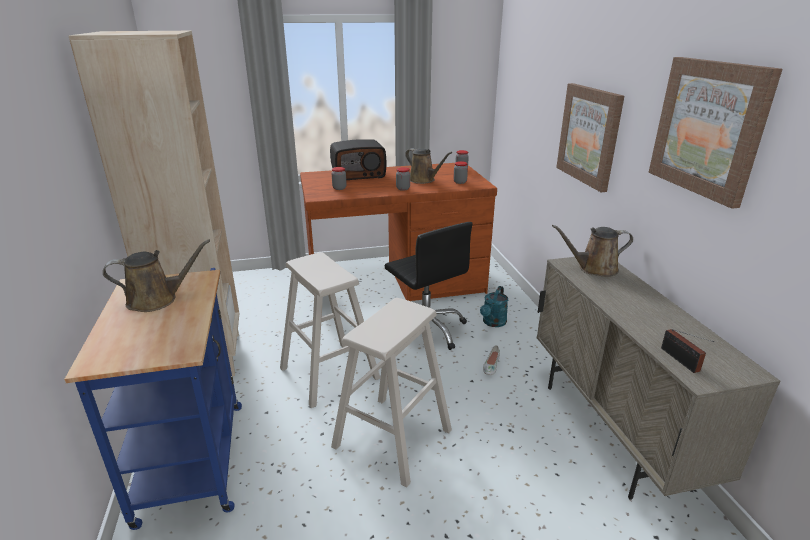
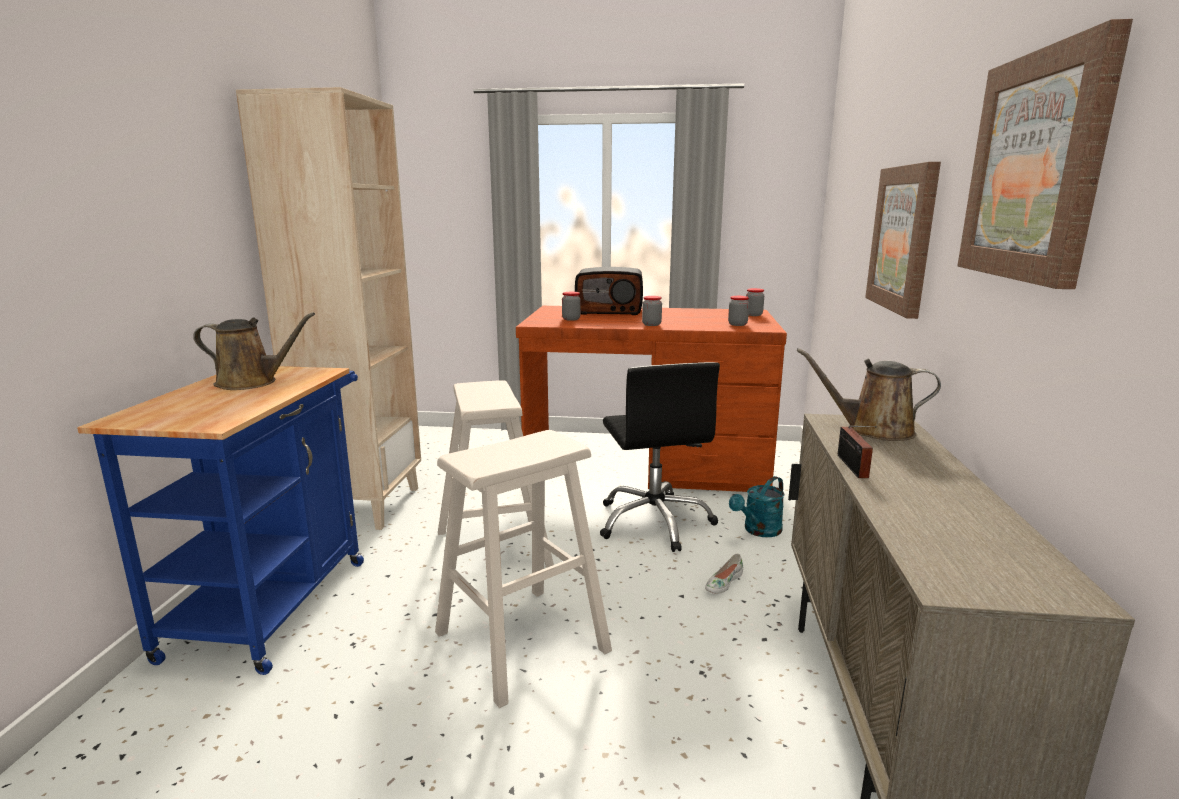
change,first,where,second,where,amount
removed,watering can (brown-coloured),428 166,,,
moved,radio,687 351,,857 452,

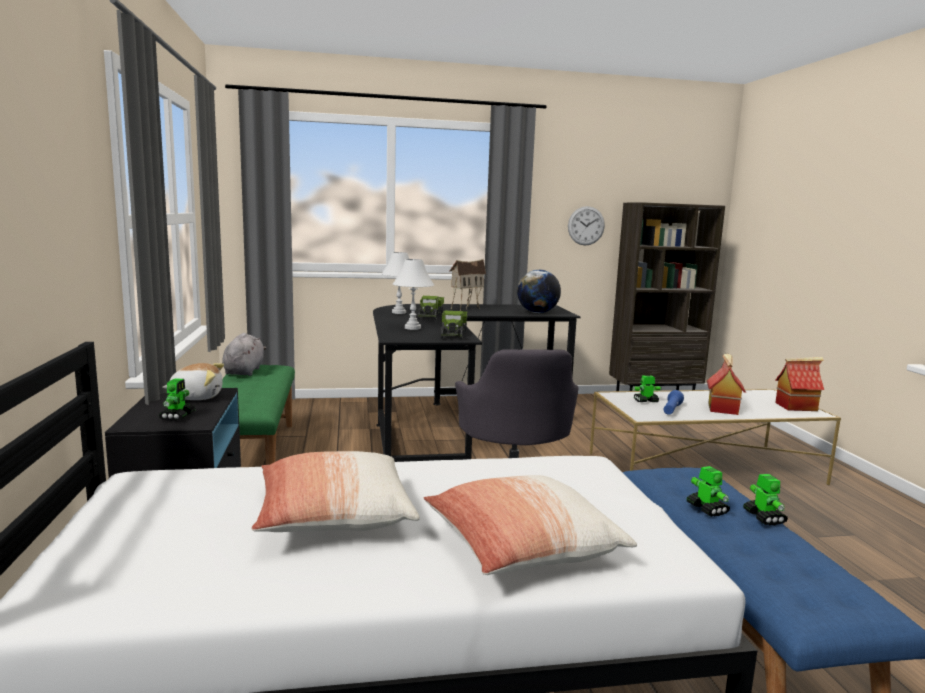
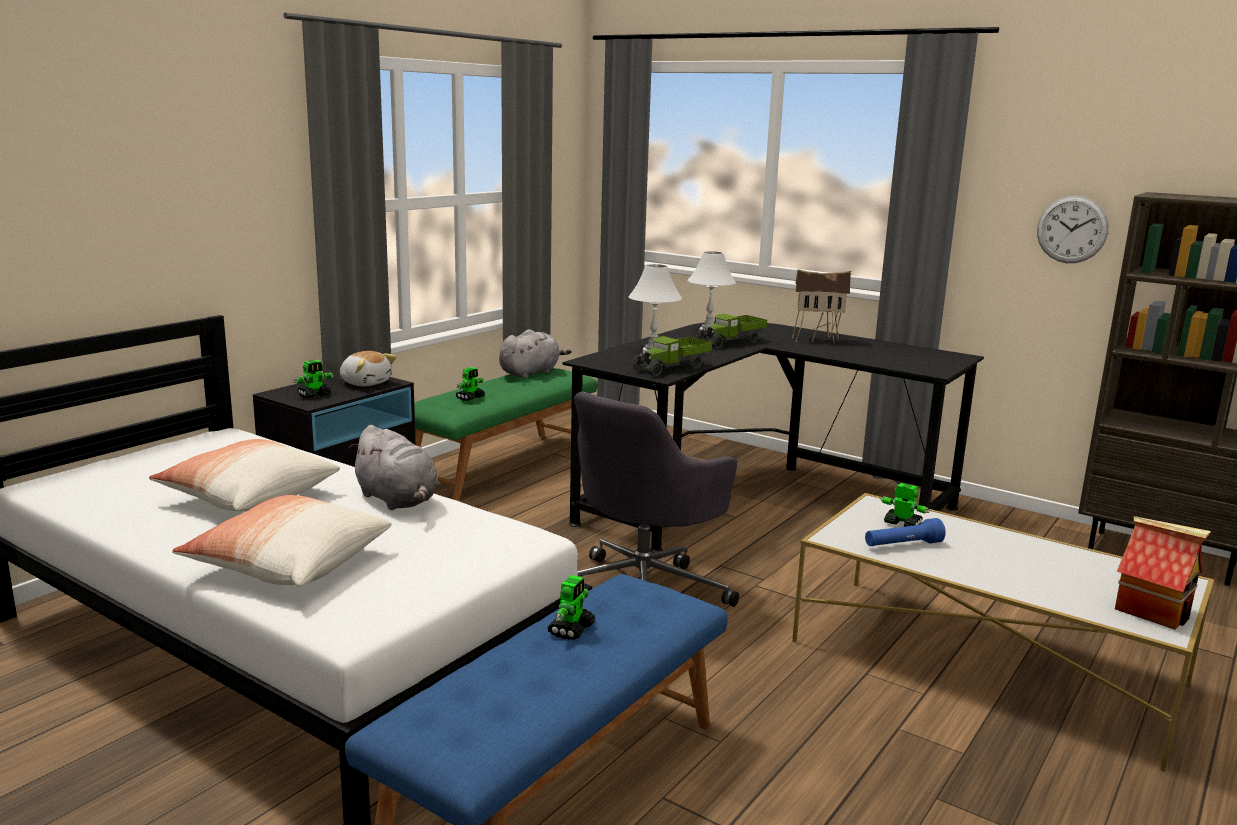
change,first,where,second,where,amount
removed,world globe,539 291,,,
removed,model house,726 384,,,
added,,,cuddly toy (grey),394 467,
moved,toy robot,765 499,,470 384,

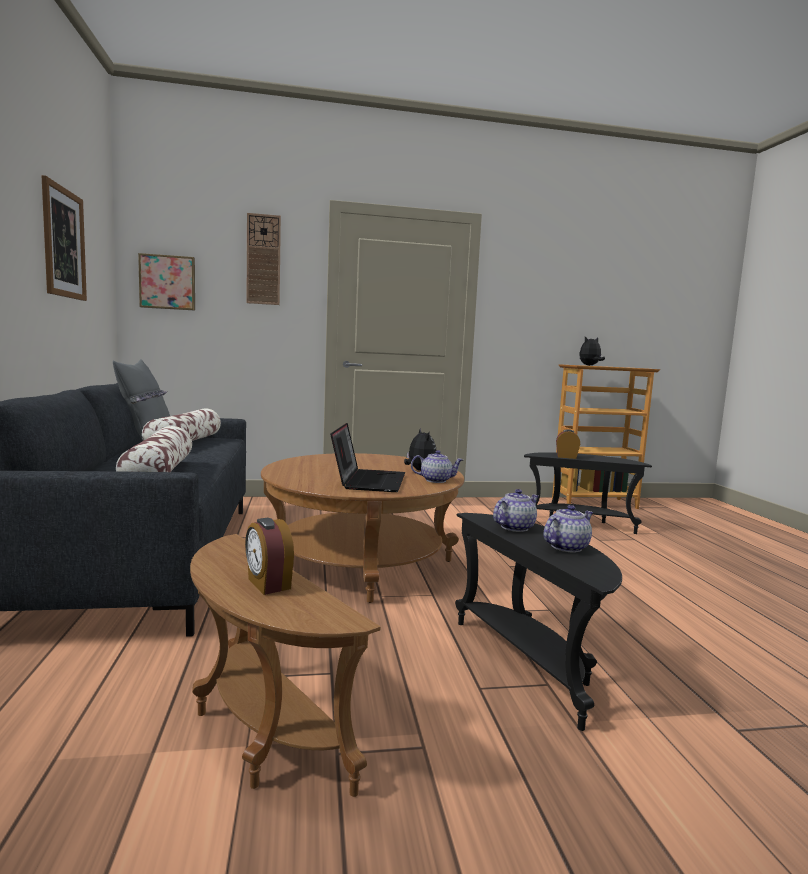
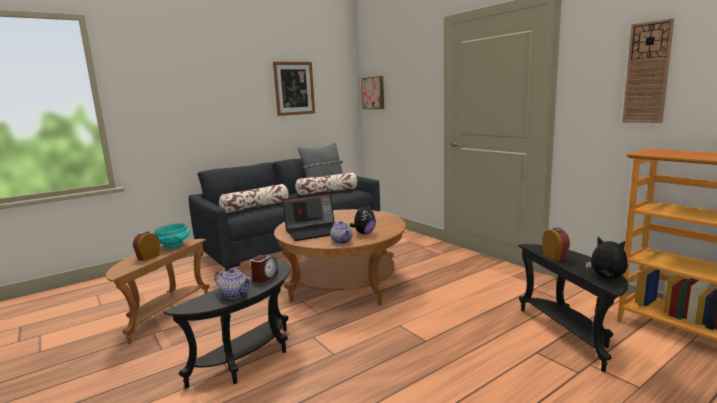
change,first,where,second,where,amount
added,,,serving bowl (turquoise),172 236,
moved,hanging clock,264 259,,648 70,
moved,cuddly toy,592 351,,607 258,
replaced,teapot,516 510,alarm clock,264 269,

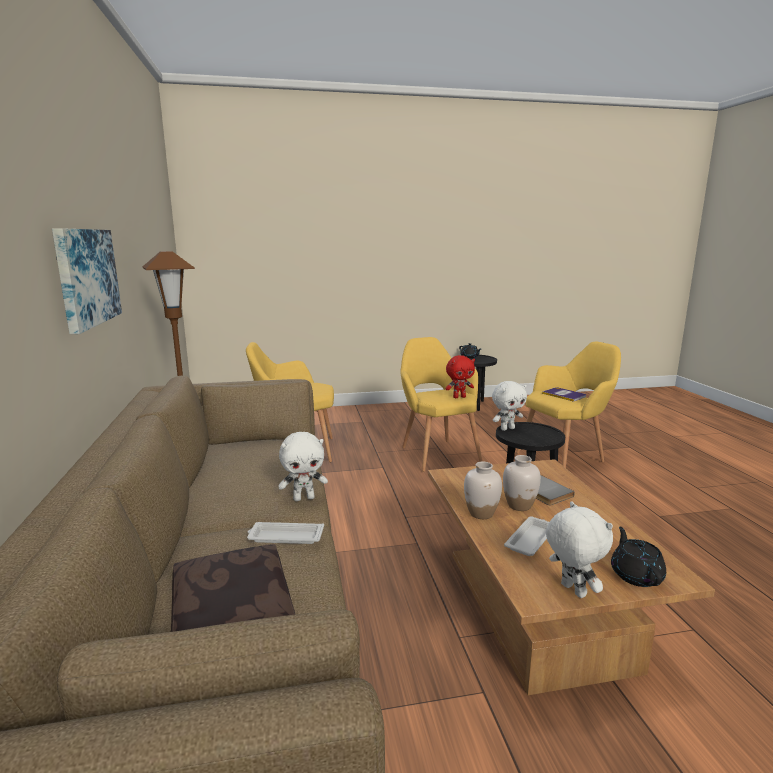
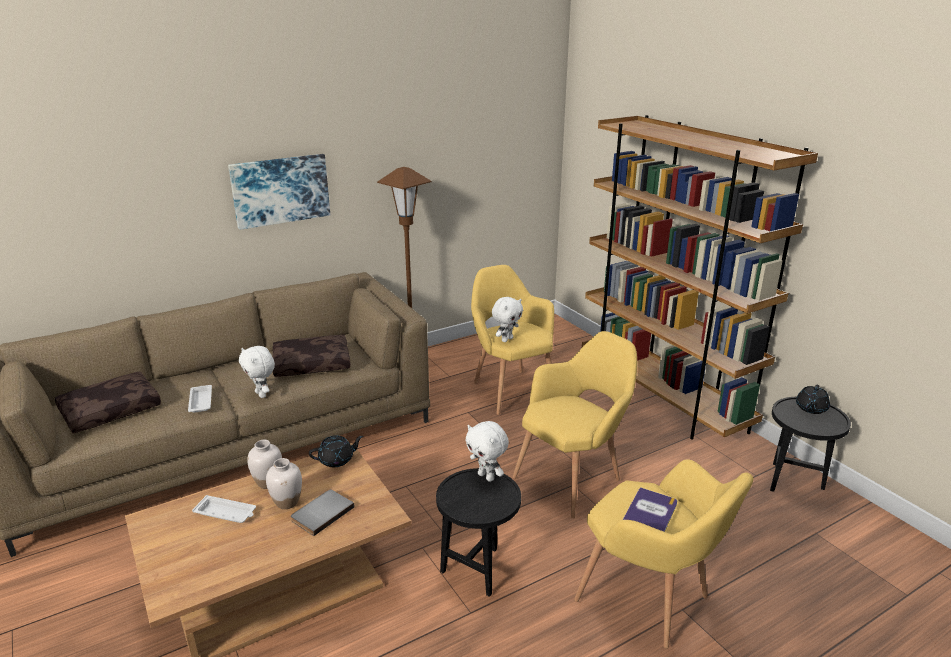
change,first,where,second,where,amount
removed,cuddly toy (red),460 376,,,
added,,,throw pillow (brown-coloured),312 356,
added,,,shelving unit (brown-coloured),700 277,
moved,cuddly toy (white-coloured),579 549,,507 319,
moved,teapot (black),638 556,,336 451,

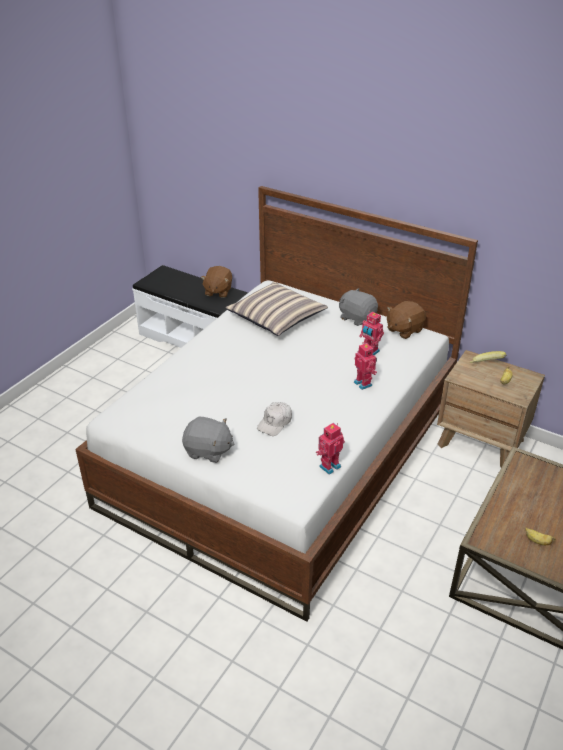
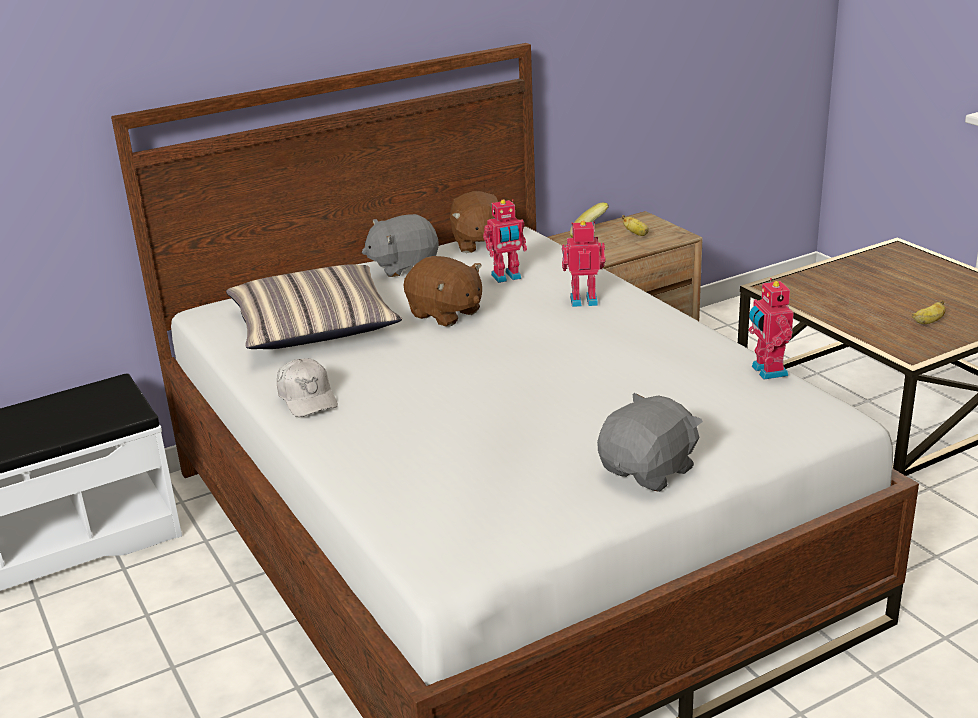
change,first,where,second,where,amount
moved,cuddly toy (brown-coloured),216 282,,443 291,
moved,cap (white-coloured),274 419,,307 387,

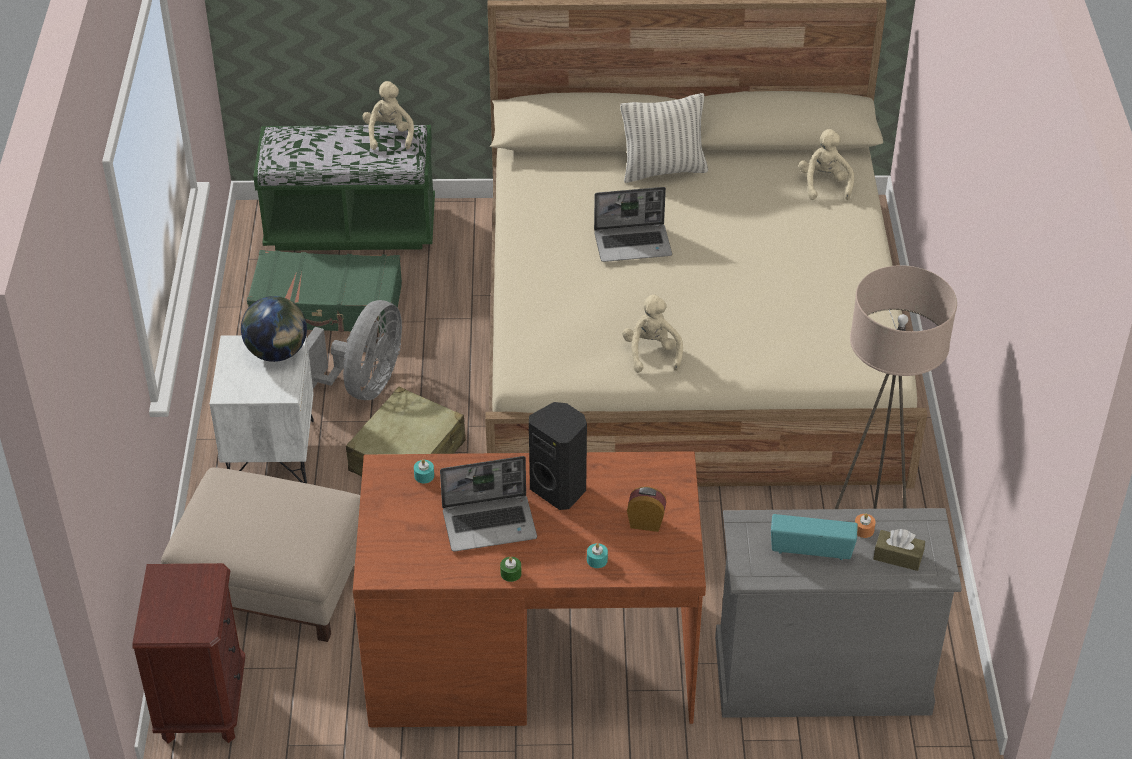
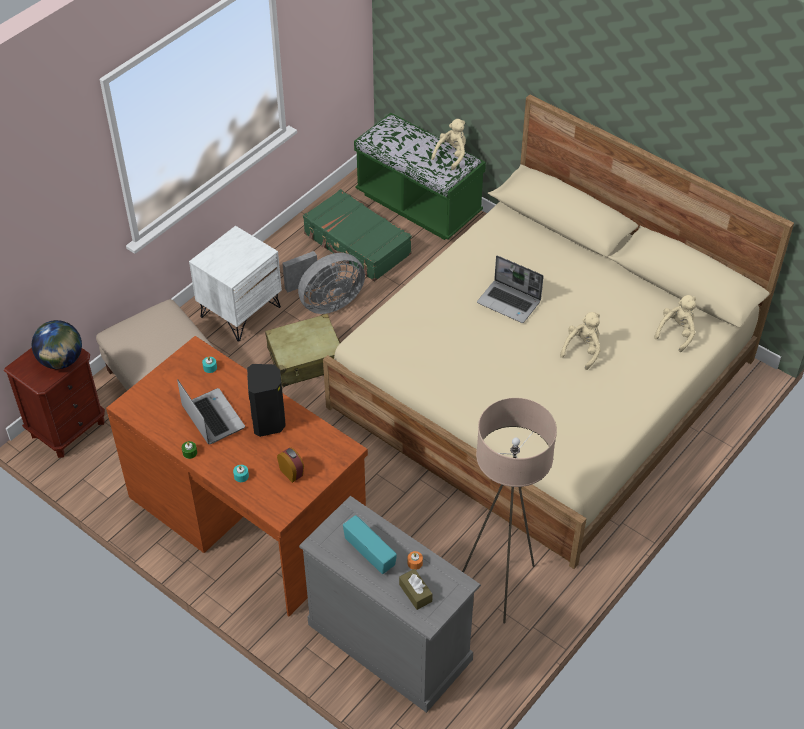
change,first,where,second,where,amount
removed,throw pillow,664 138,,,
moved,world globe,274 329,,57 344,
moved,cuddly toy (sand-coloured),652 333,,580 341,
turned,portable computer,488 504,,211 412,150 degrees counterclockwise

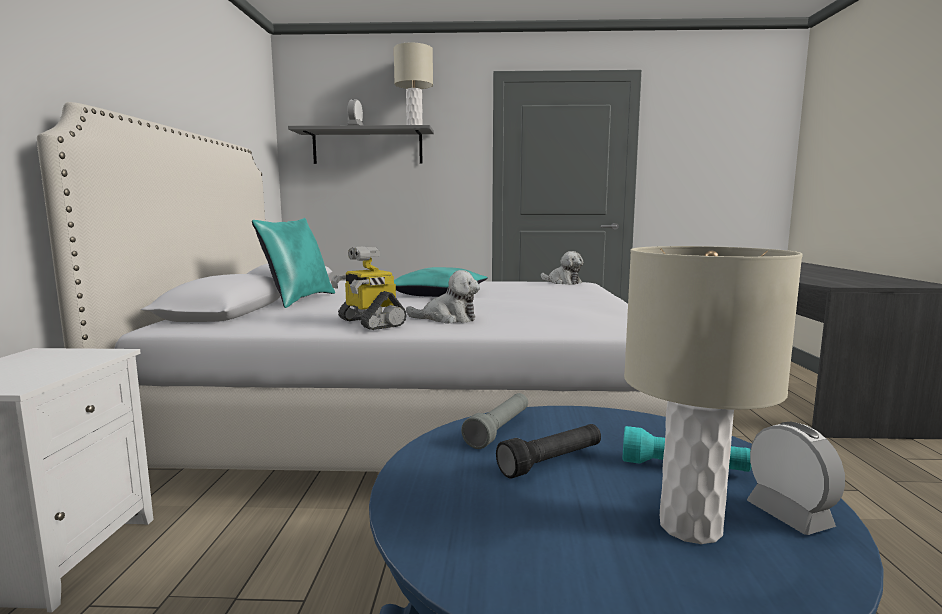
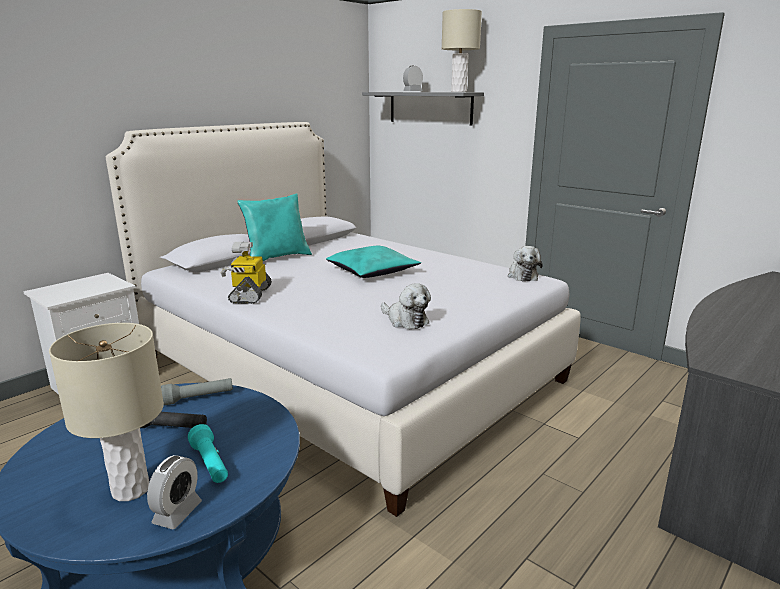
change,first,where,second,where,amount
moved,cuddly toy,443 297,,406 306,

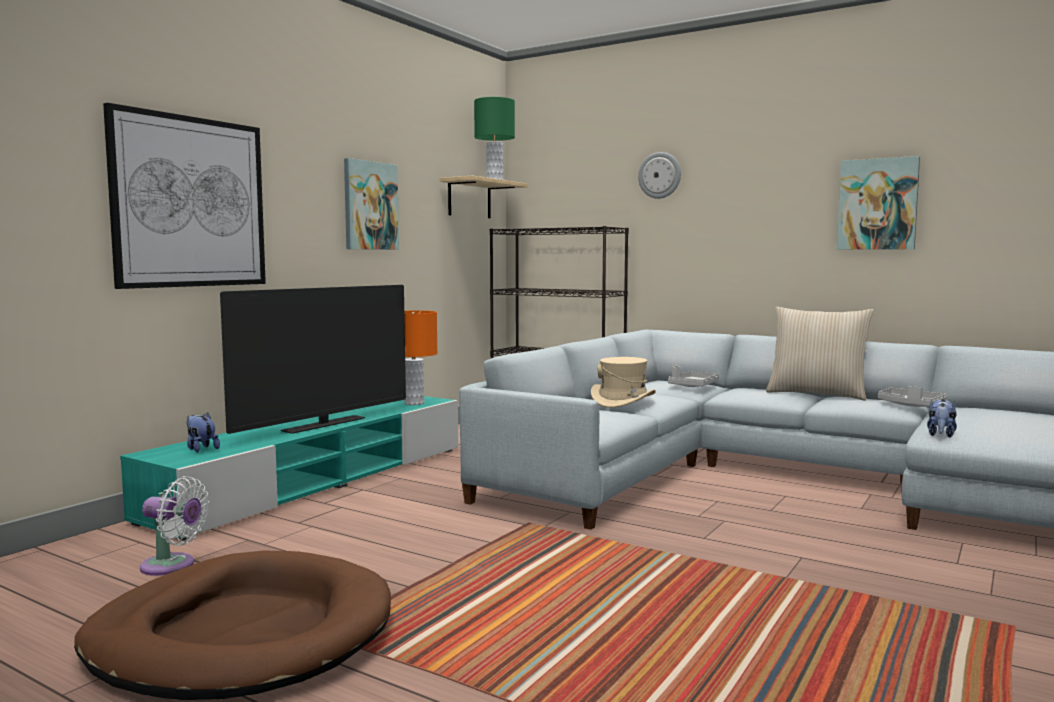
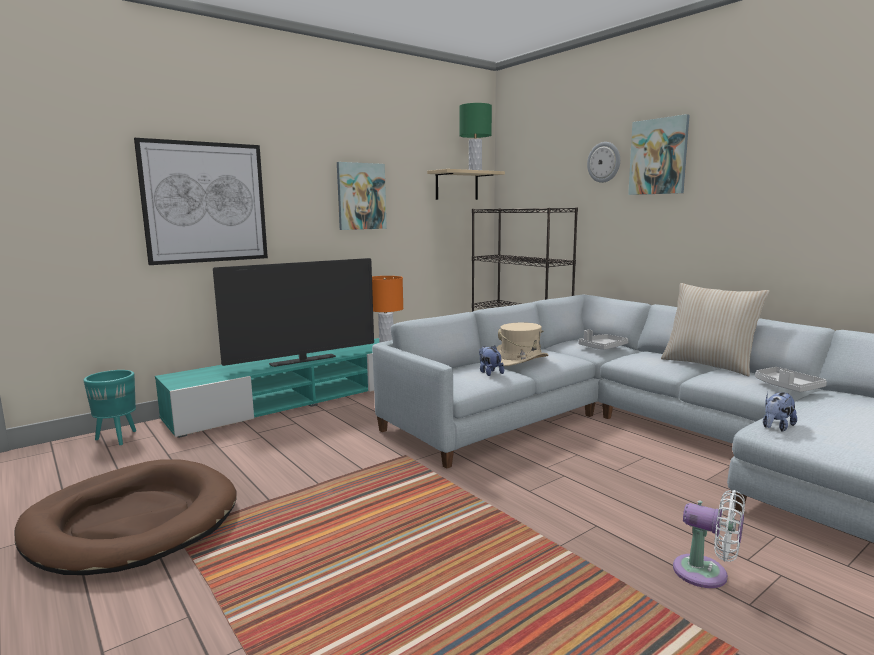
change,first,where,second,where,amount
added,,,planter (turquoise),109 407,
moved,electric fan (white-coloured),174 526,,709 539,
moved,cuddly toy,203 432,,491 360,
moved,wall picture,878 203,,659 154,

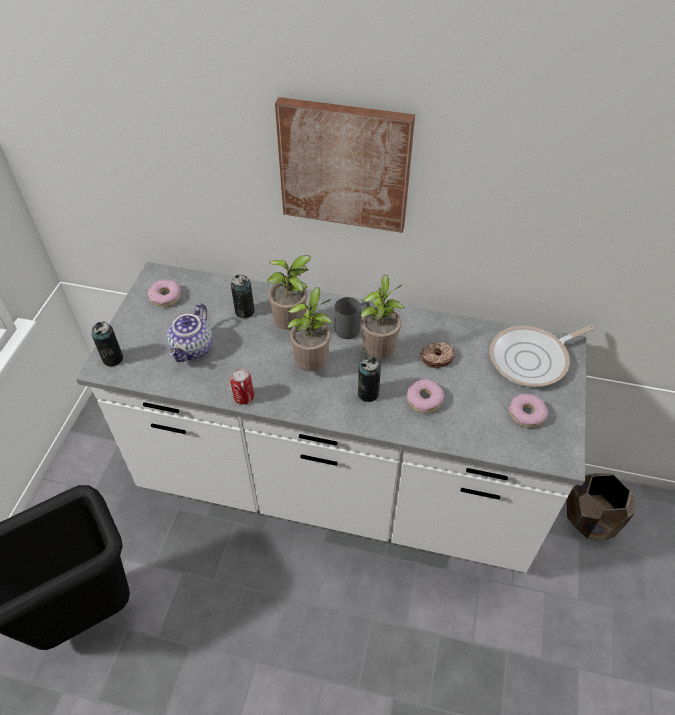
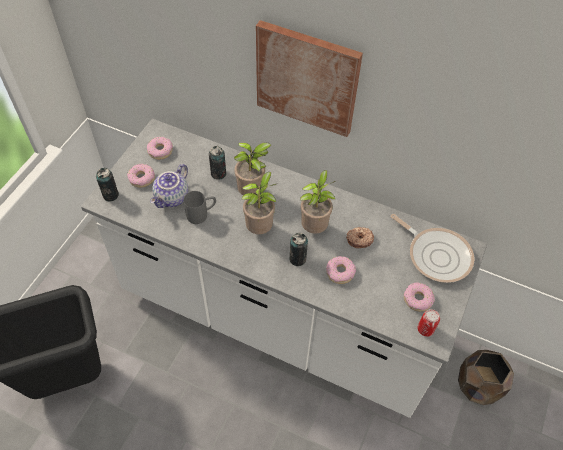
change,first,where,second,where,amount
added,,,ring doughnut,141 176,
moved,metal can,242 386,,429 323,
moved,coffee mug (grey),352 318,,200 207,
turned,skillet,542 356,,432 248,120 degrees counterclockwise

